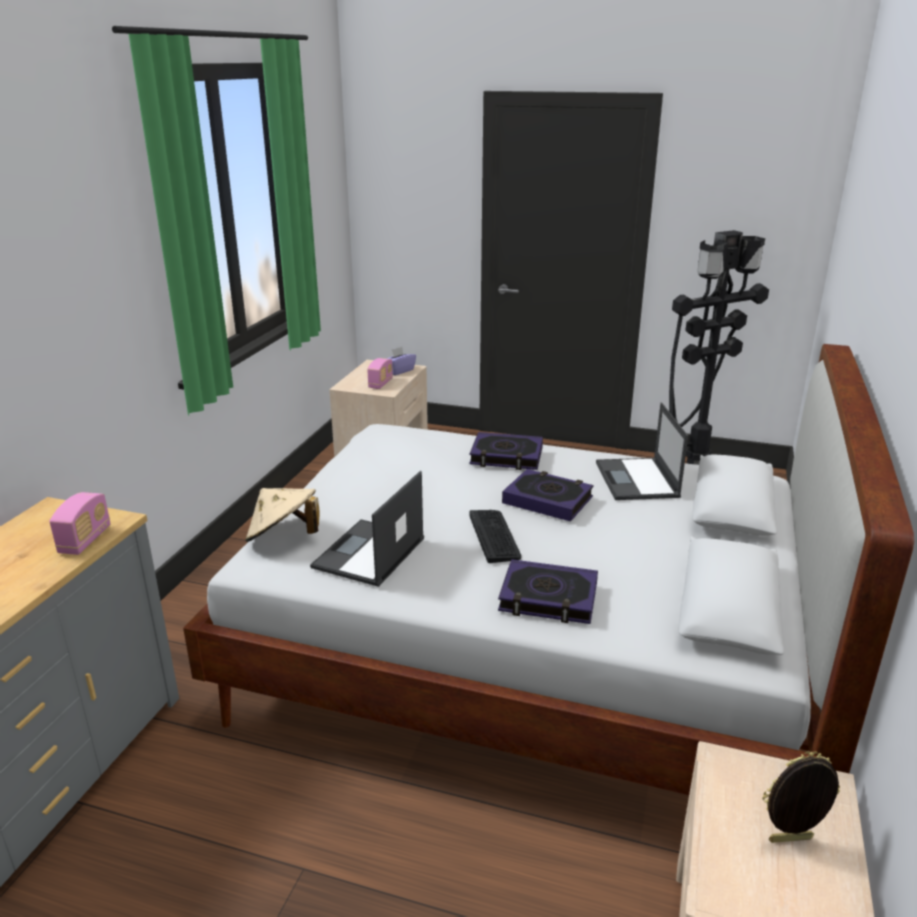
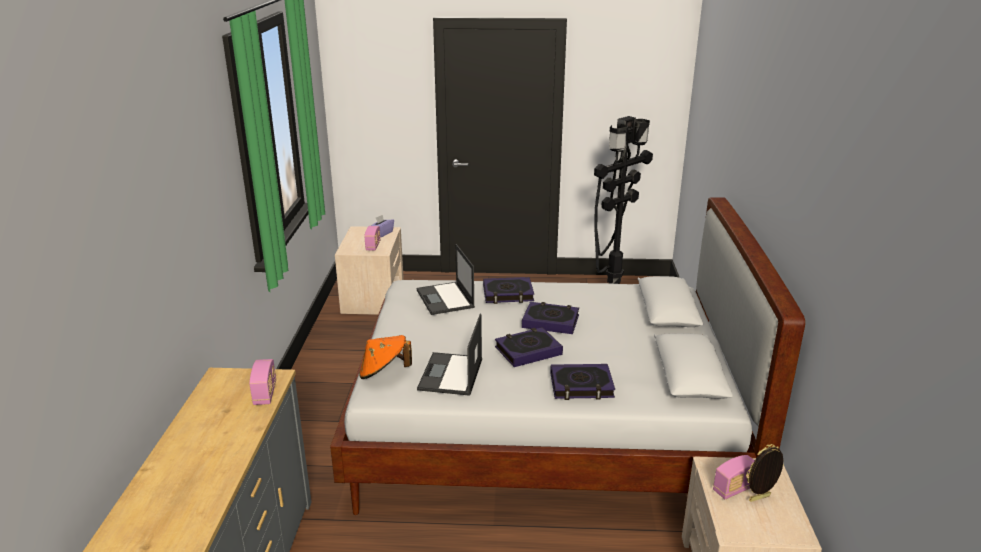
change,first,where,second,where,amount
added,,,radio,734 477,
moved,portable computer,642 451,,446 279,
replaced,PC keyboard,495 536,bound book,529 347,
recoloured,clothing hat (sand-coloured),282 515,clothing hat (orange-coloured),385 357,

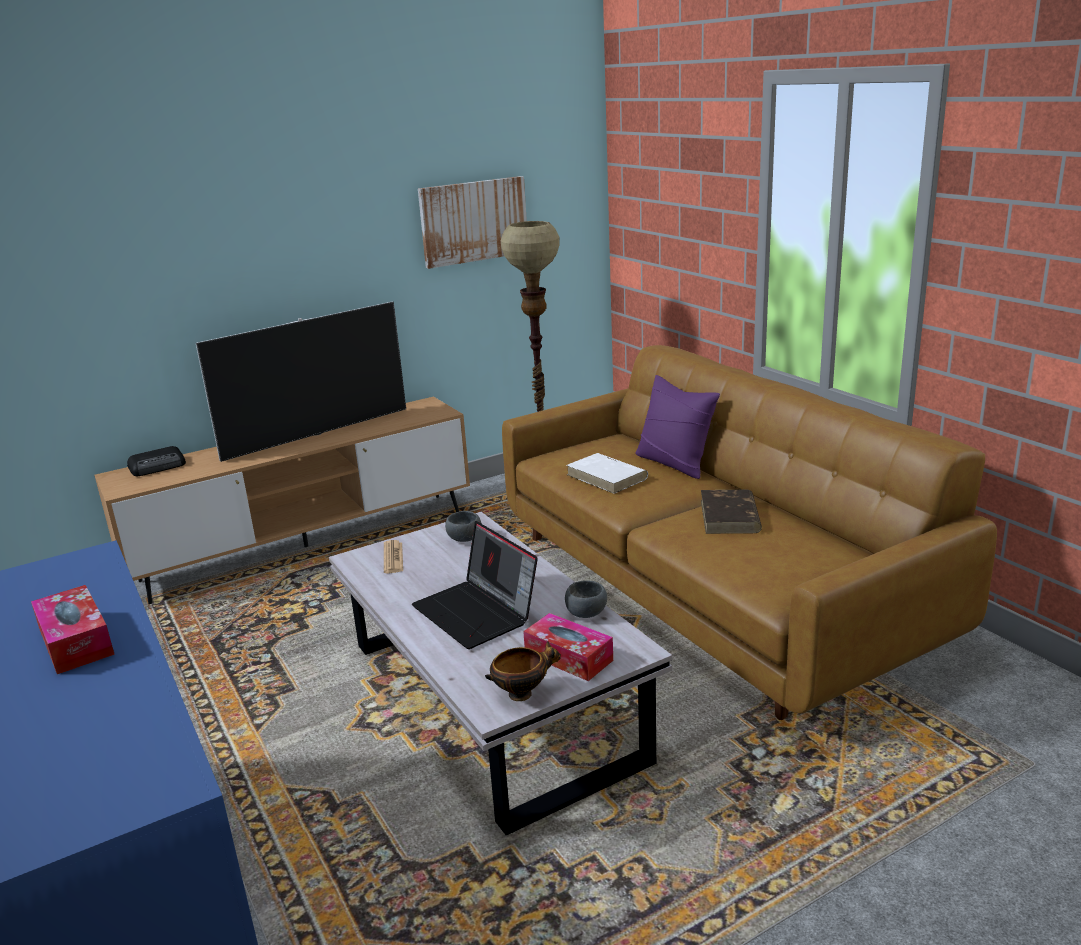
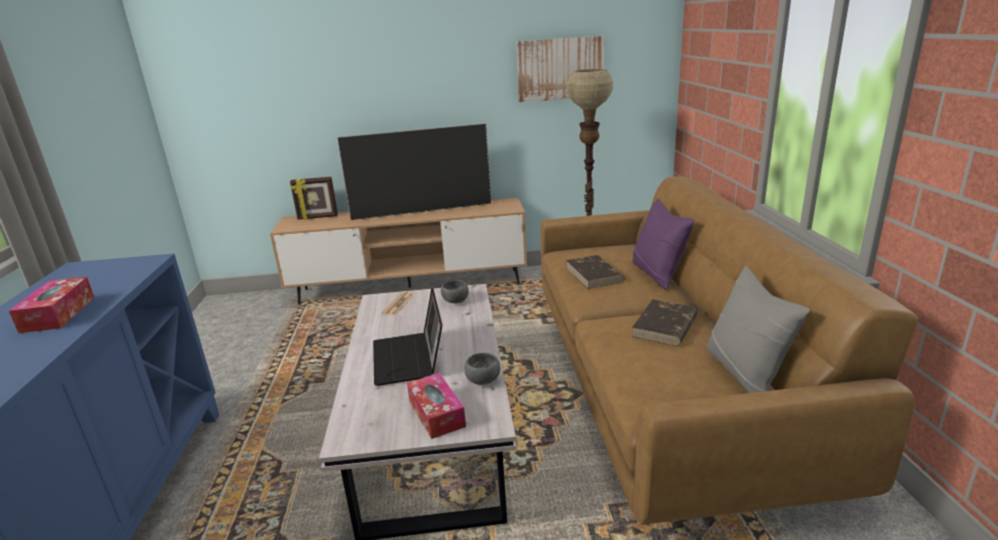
change,first,where,second,where,amount
removed,serving bowl,523 671,,,
added,,,throw pillow (grey),758 329,
replaced,radio,156 461,photo frame,314 198,
recoloured,bound book (white-coloured),607 473,bound book (brown-coloured),595 272,

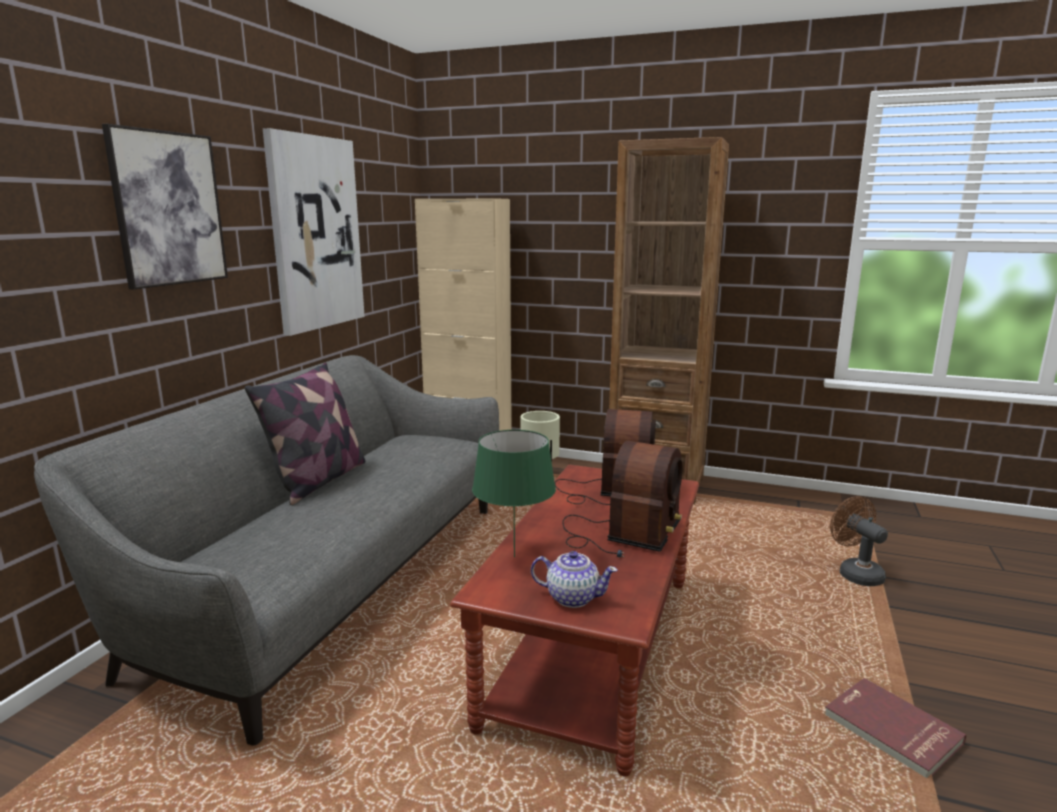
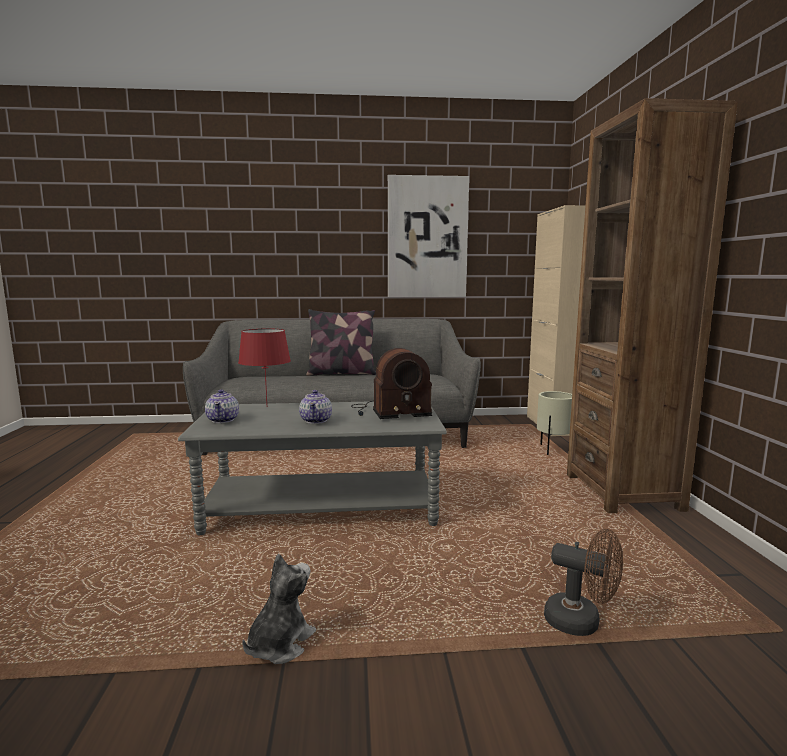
change,first,where,second,where,amount
removed,wall picture,165 206,,,
replaced,radio,622 499,teapot,315 407,
replaced,bound book (red),895 728,cuddly toy,279 608,
recoloured,coffee table (brown-coloured),574 620,coffee table (grey),312 468,
recoloured,lamp for a table (green-coloured),514 493,lamp for a table (red),264 366,
turned,electric fan (brown-coloured),859 541,,583 582,75 degrees clockwise

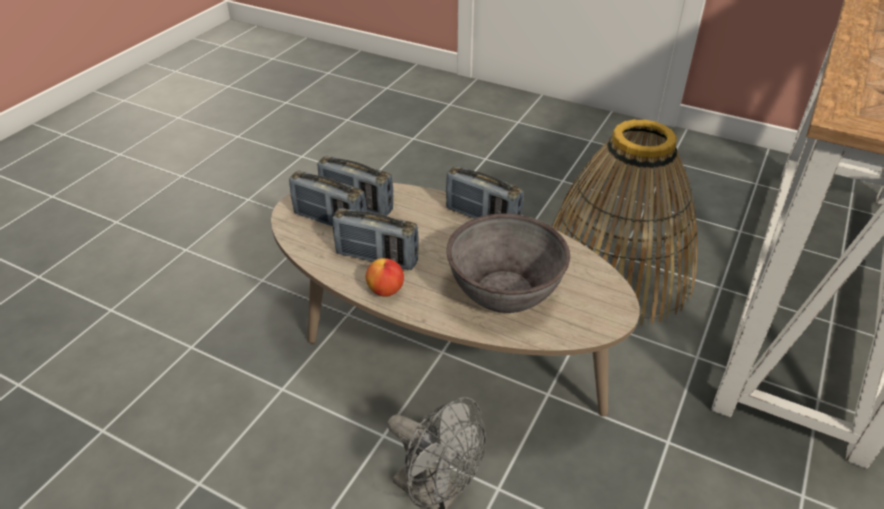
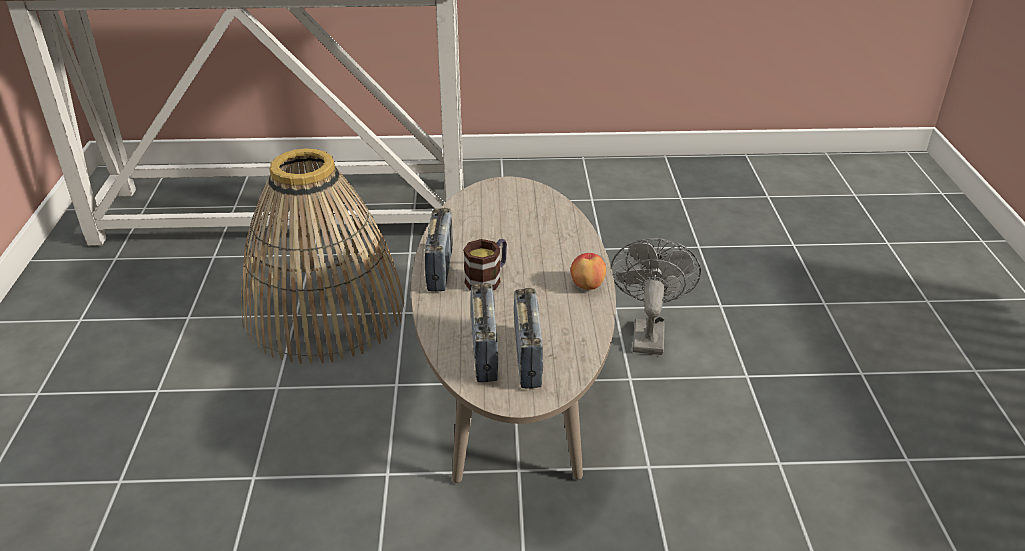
change,first,where,second,where,amount
removed,radio,375 239,,,
removed,serving bowl (grey),508 263,,,
added,,,coffee mug,485 265,

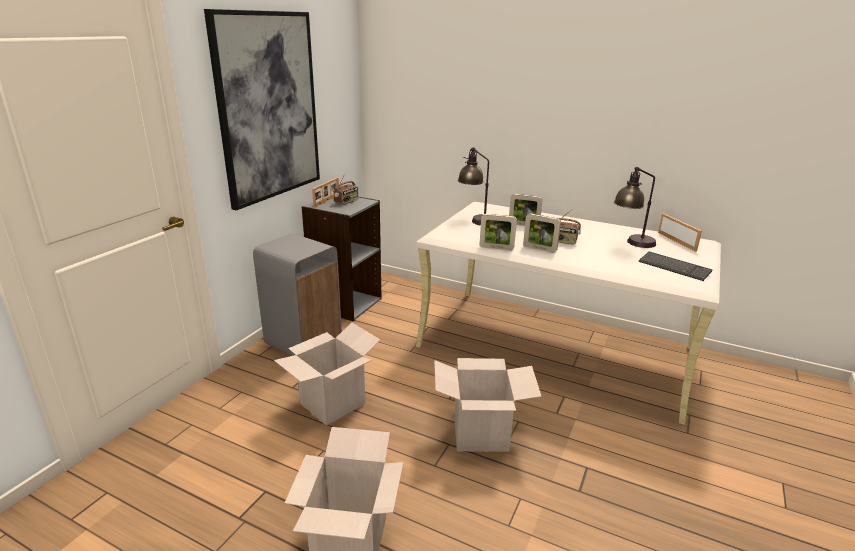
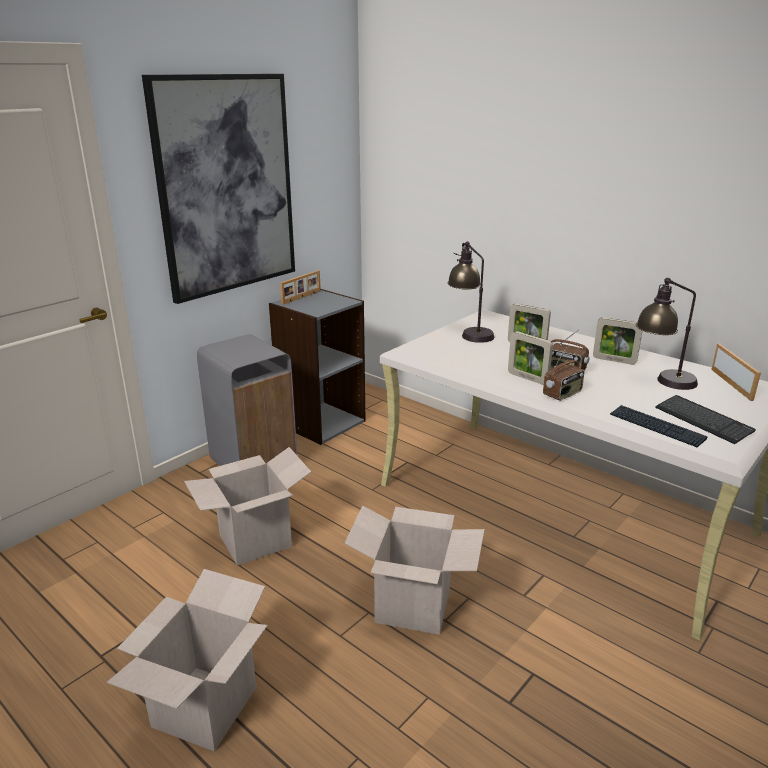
change,first,where,second,where,amount
added,,,PC keyboard,659 426,
moved,radio,345 189,,563 374,
moved,photo frame,498 232,,617 341,

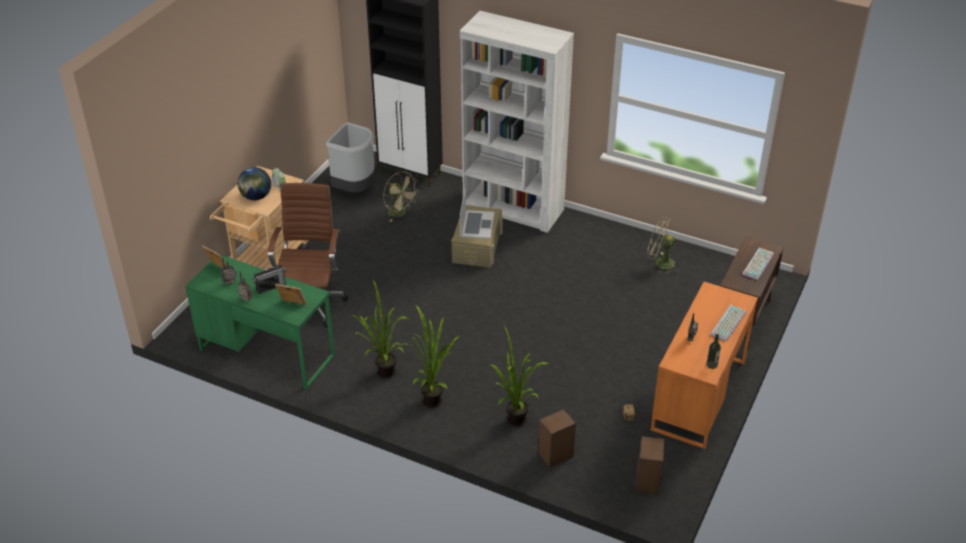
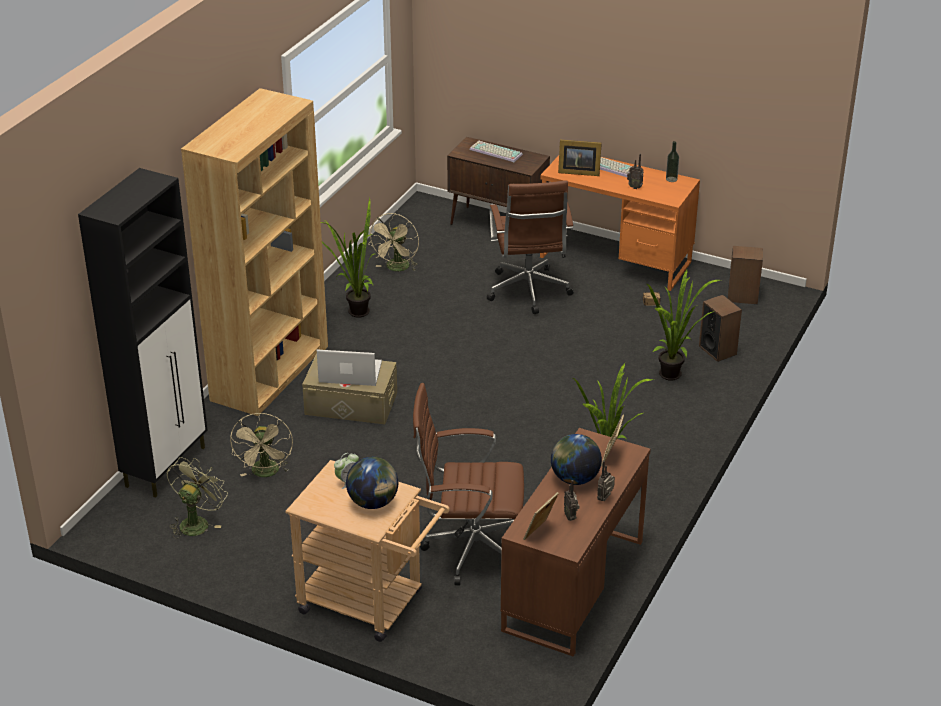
change,first,where,second,where,amount
added,,,desk chair (brown-coloured),530 247,
added,,,photo frame,580 158,
moved,potted plant,429 356,,347 258,
replaced,radio,269 279,world globe,576 459,
replaced,waste bin (grey),350 157,electric fan (green-coloured),197 498,
recoloured,desk table (green-coloured),260 322,desk table (brown-coloured),576 542,
recoloured,shelving unit (white-coloured),517 122,shelving unit (brown-coloured),254 252,
turned,electric fan (sand-coloured),400 197,,261 445,135 degrees clockwise

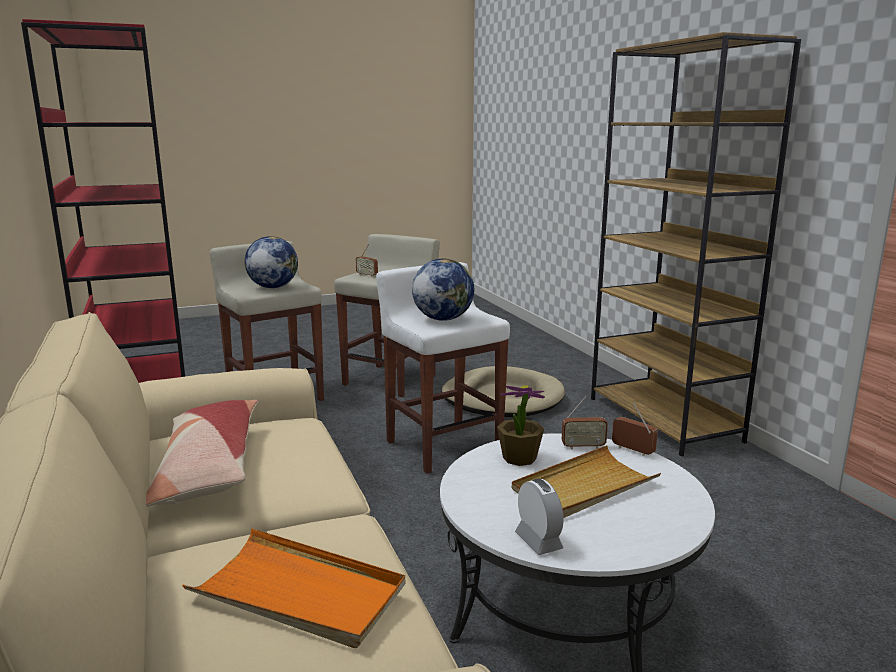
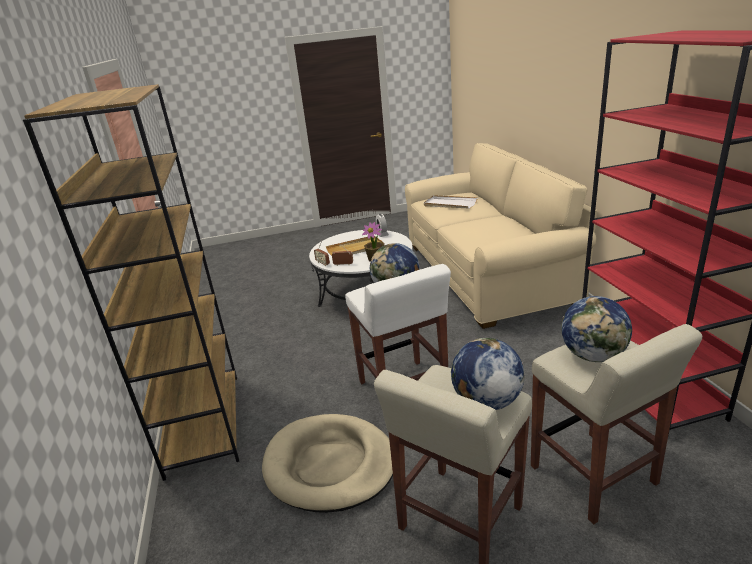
change,first,where,second,where,amount
removed,throw pillow,202 453,,,
replaced,radio,367 260,world globe,487 374,
recoloured,serving tray (orange-coloured),294 588,serving tray (white-coloured),451 202,

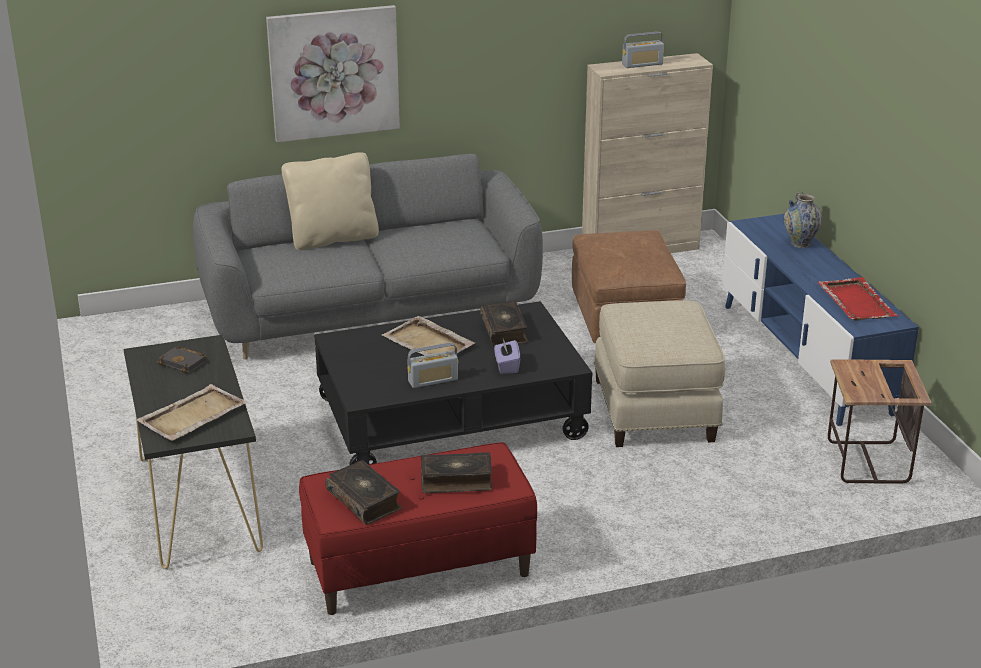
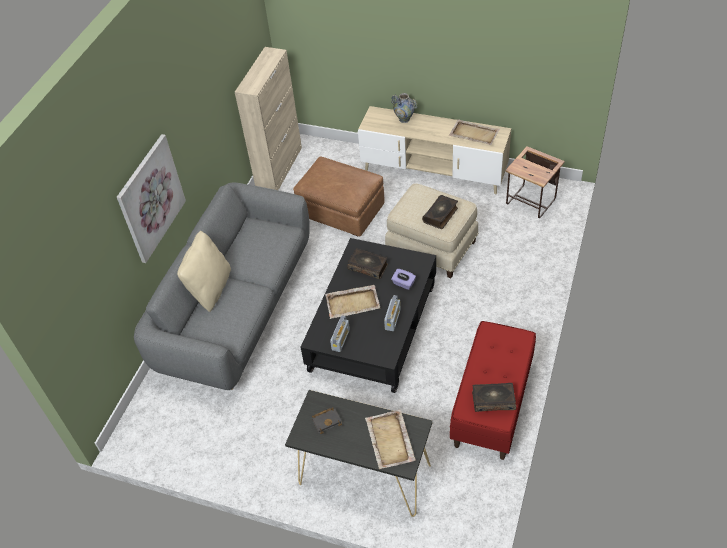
change,first,where,second,where,amount
moved,bound book,456 472,,440 212,
moved,radio,643 50,,340 333,
recoloured,media console (bluish),820 320,media console (sand-coloured),434 150,
recoloured,serving tray (red),858 299,serving tray (sand-coloured),474 132,

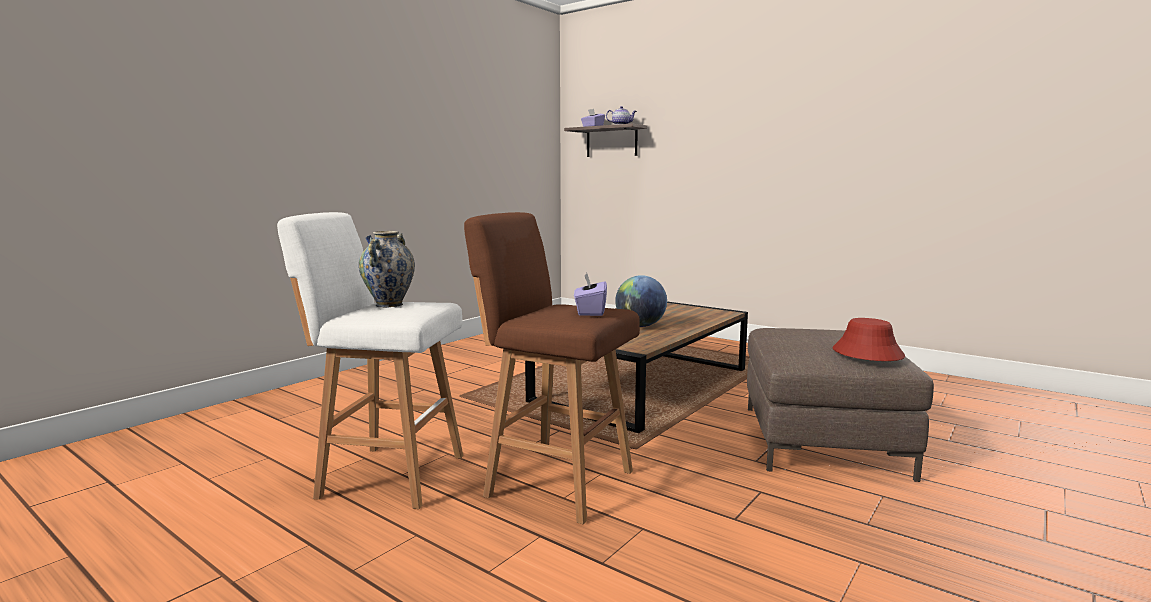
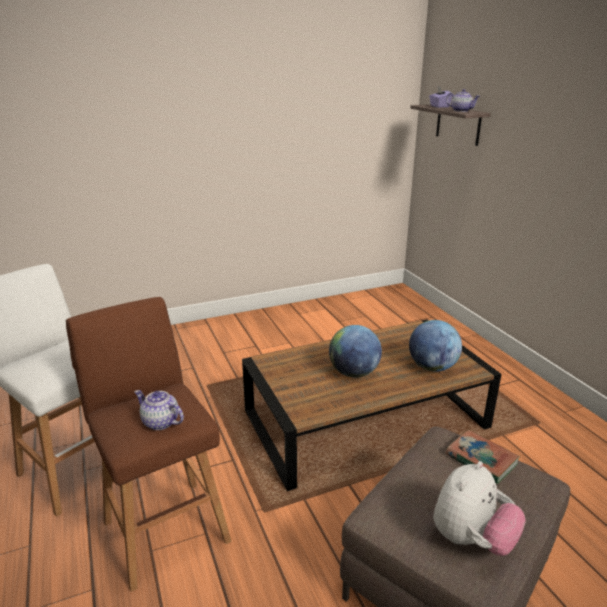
change,first,where,second,where,amount
removed,flower vase,387 269,,,
added,,,world globe,435 346,
added,,,bound book,483 457,
replaced,box of tissues (purple),590 294,teapot,159 410,
replaced,clothing hat (red),869 339,cuddly toy,479 508,

